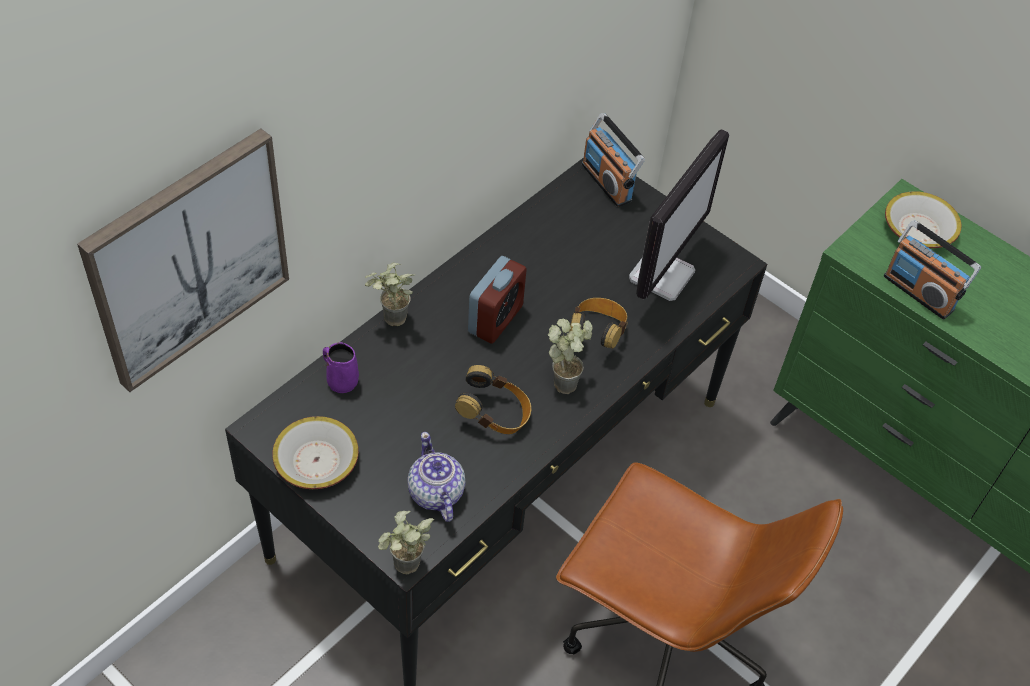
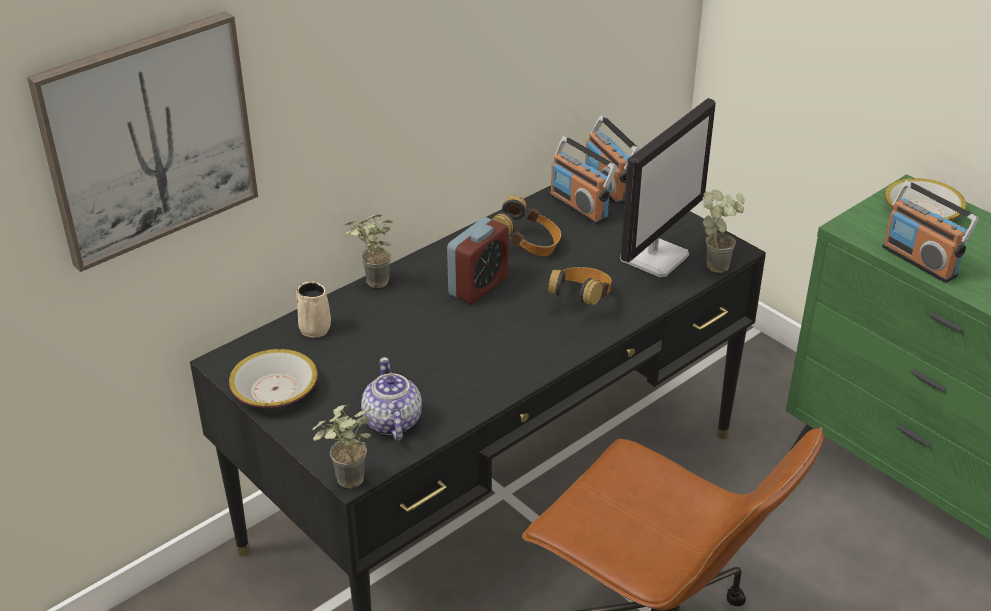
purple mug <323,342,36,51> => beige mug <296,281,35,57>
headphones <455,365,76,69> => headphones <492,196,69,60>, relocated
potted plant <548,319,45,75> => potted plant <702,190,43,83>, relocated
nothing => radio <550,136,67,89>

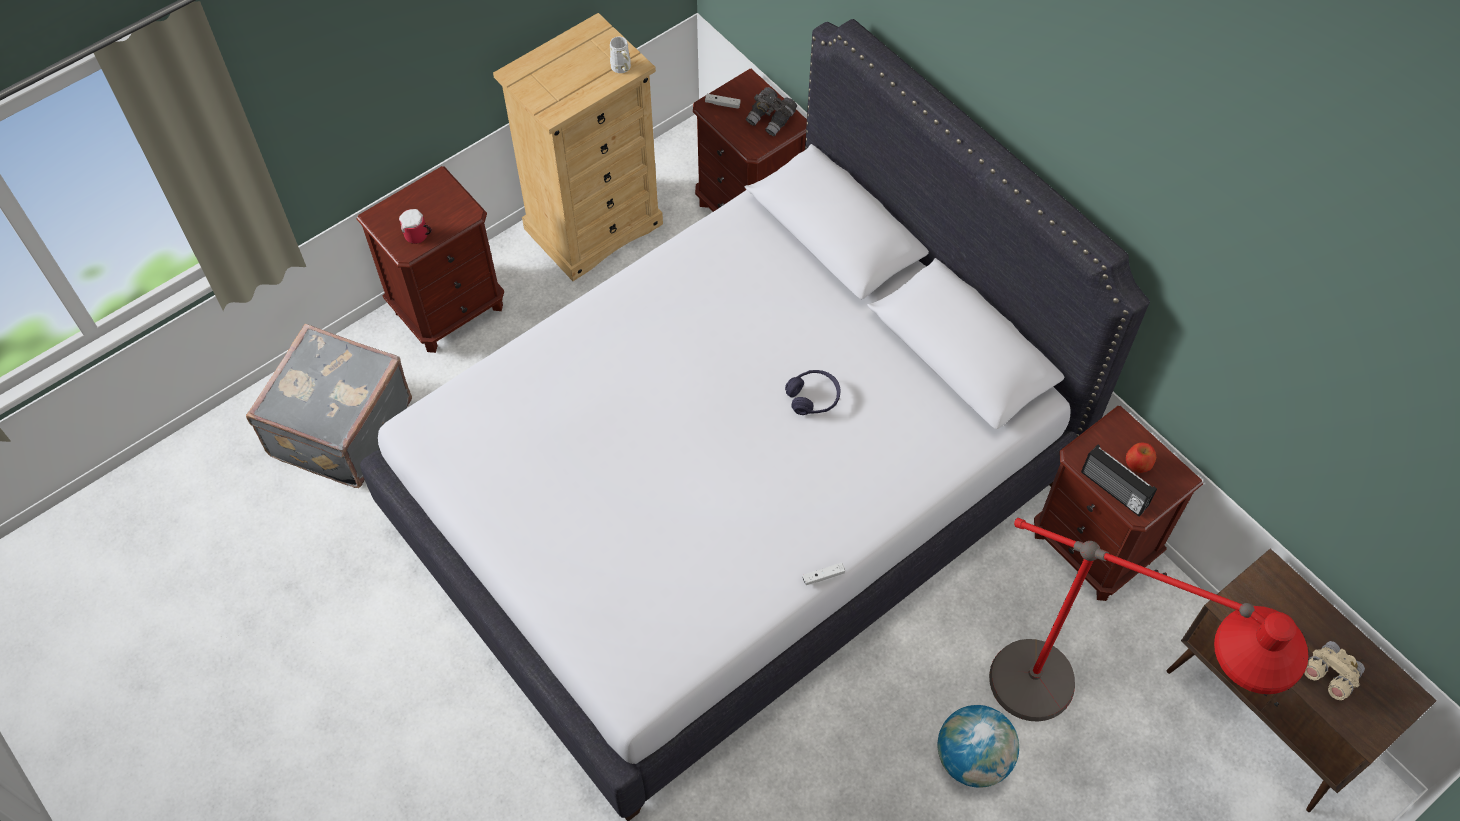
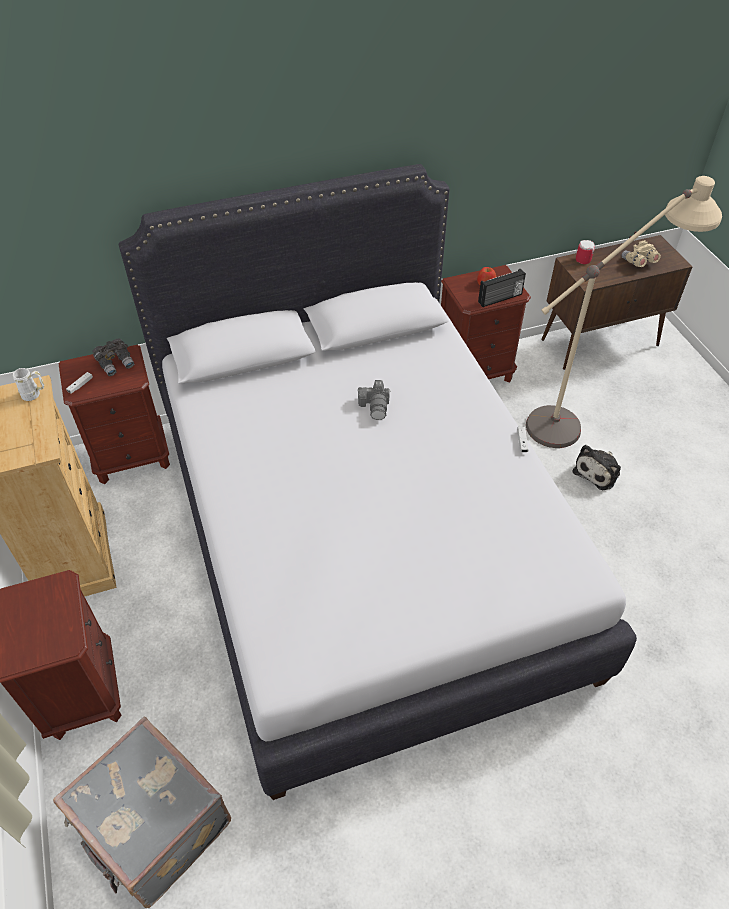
mug <399,209,33,35> => mug <576,240,19,24>, relocated
purple headphones <785,370,56,45> => photo camera <358,380,32,40>
globe <938,705,81,83> => plush toy <572,445,49,45>
red floor lamp <989,518,319,204> => beige floor lamp <526,176,196,272>

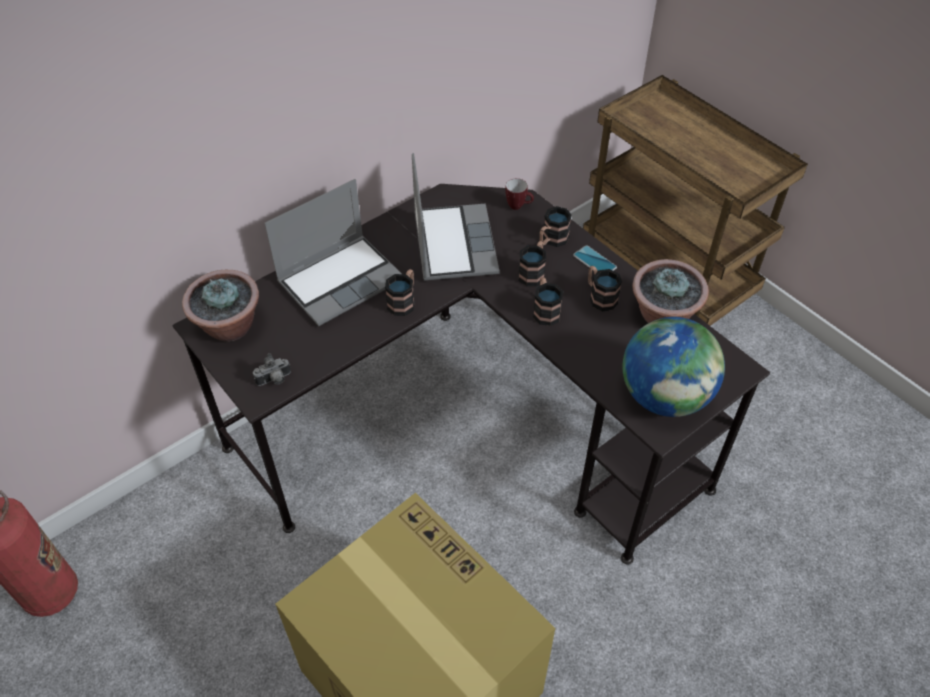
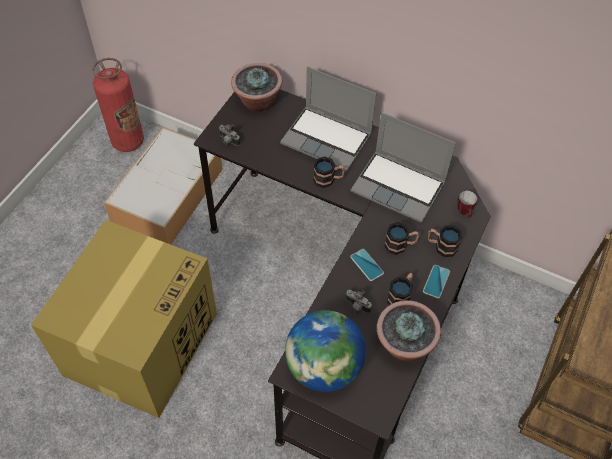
laptop <412,153,88,128> => laptop <351,112,105,111>, 60 degrees clockwise
mug <533,277,30,49> => phone <350,249,34,32>
nothing => storage box <104,127,119,118>
nothing => photo camera <346,290,26,23>

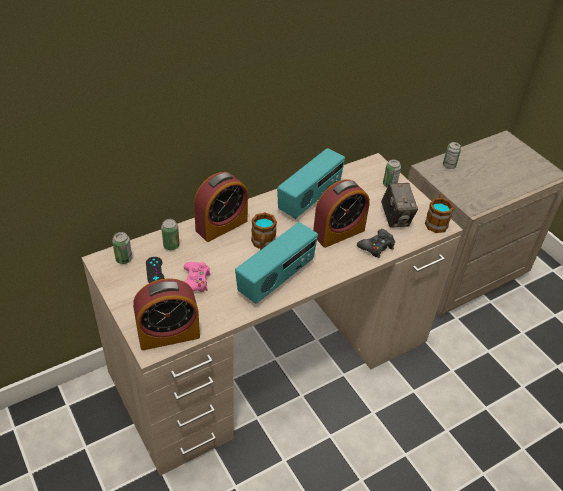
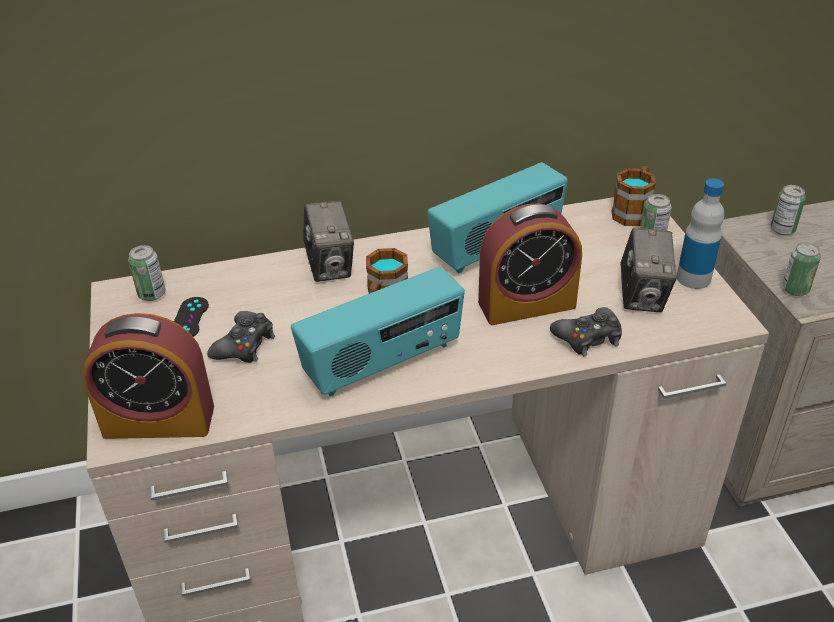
can <161,219,19,31> => can <782,242,39,54>, relocated
pink game controller <184,262,27,30> => black game controller <207,311,68,52>
alarm clock <194,172,54,70> => photo camera <303,201,51,81>
mug <425,194,29,39> => mug <612,166,44,60>, relocated
nothing => bottle <677,178,47,111>

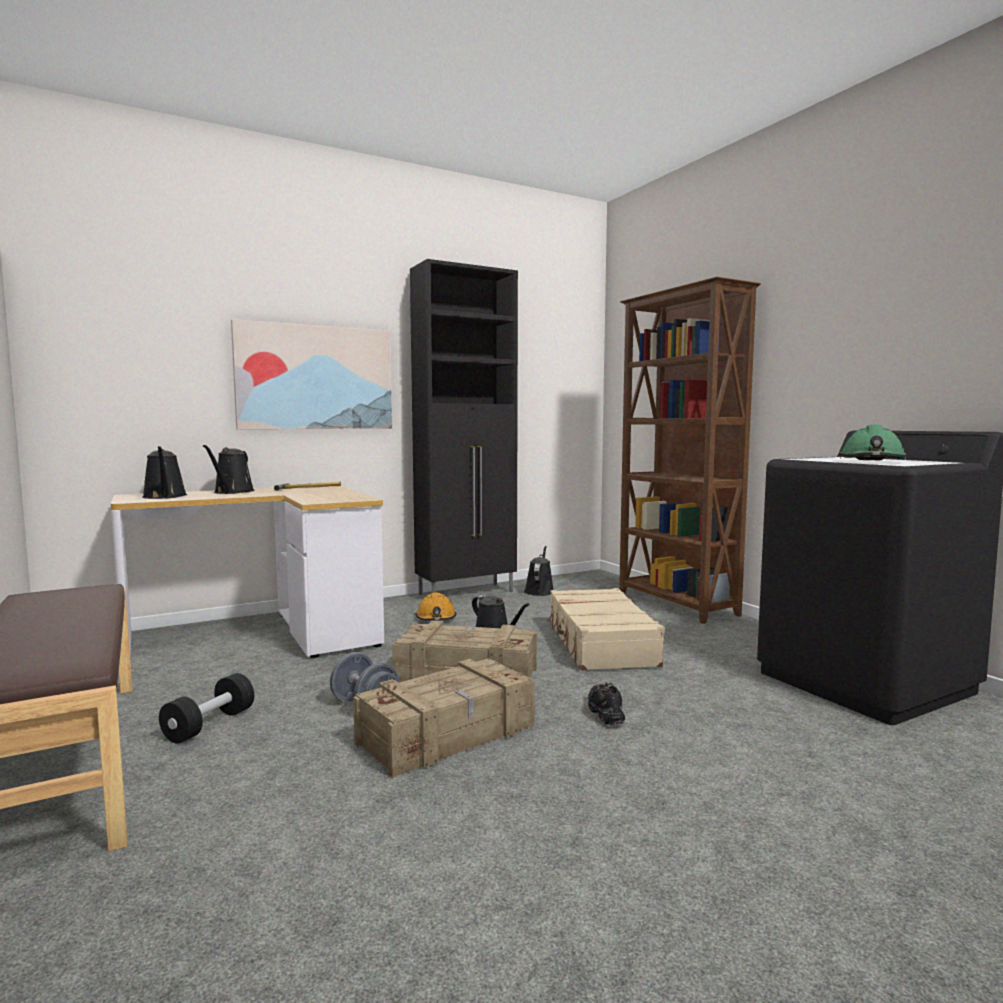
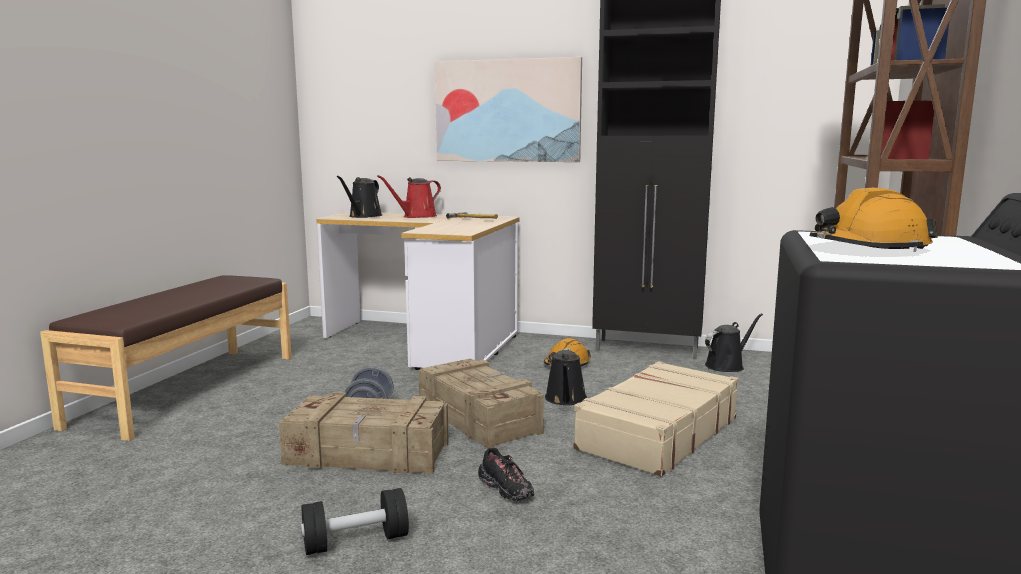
black dumbbell <159,673,95,71> => black dumbbell <301,488,108,67>, relocated
black watering can <203,445,52,49> => red watering can <377,175,64,43>
black shoe <588,683,37,42> => black shoe <478,448,56,53>, 105 degrees clockwise
green hard hat <839,425,68,36> => orange hard hat <809,188,129,64>

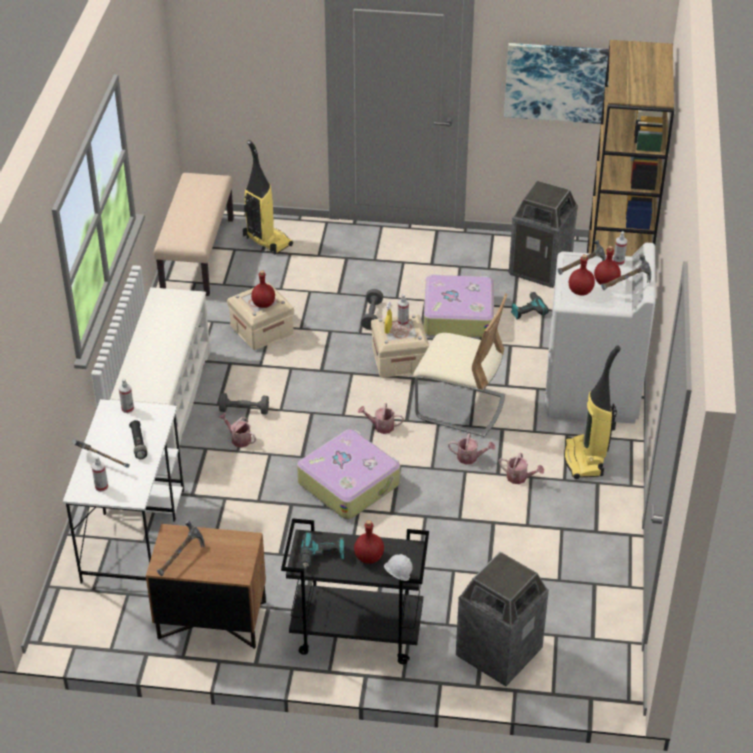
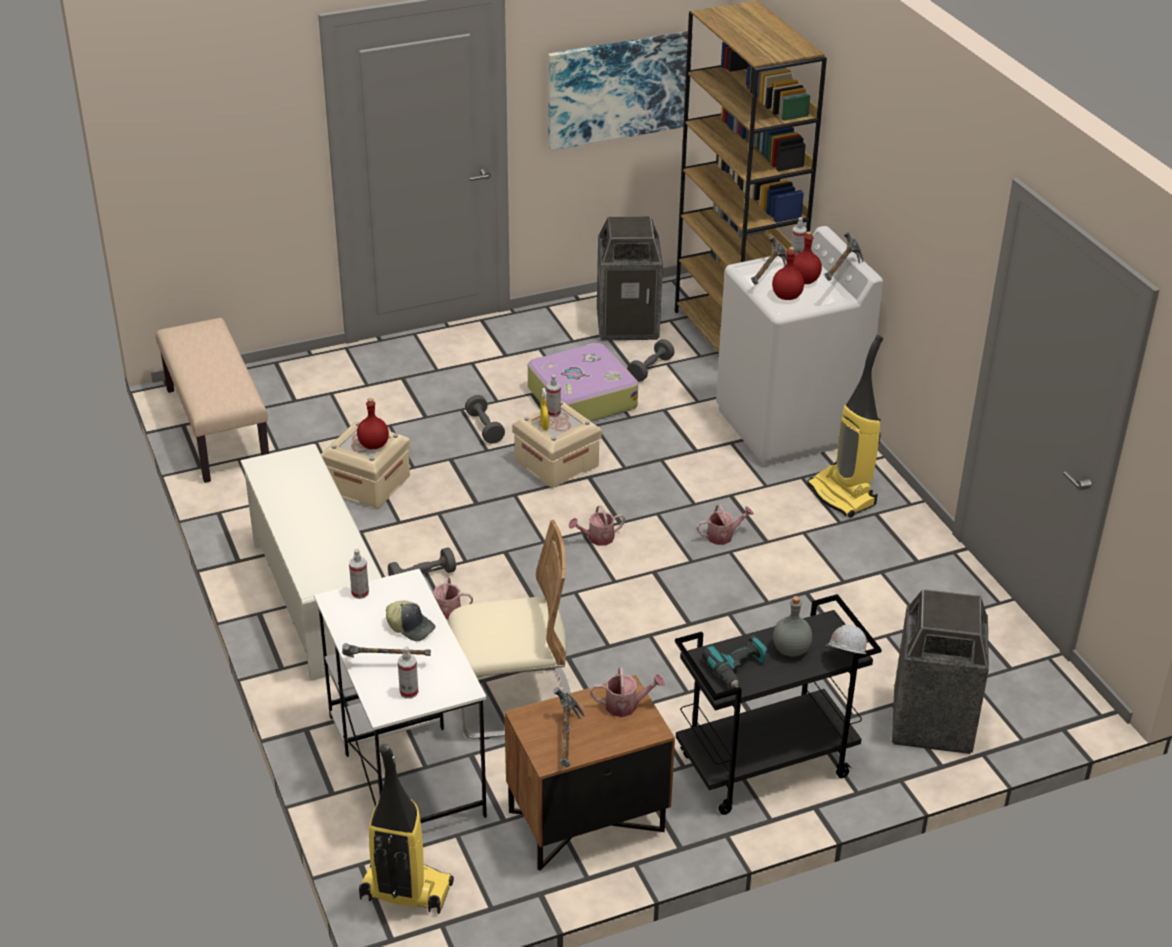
black flashlight <129,420,18,39> => cap <386,601,50,40>
vacuum cleaner <243,140,50,115> => vacuum cleaner <359,744,95,170>, relocated
suitcase <297,429,103,90> => nothing
red bottle <354,520,30,44> => grey bottle <773,596,39,60>
beige chair <413,293,94,144> => beige chair <449,520,121,220>, relocated
watering can <499,453,45,31> => watering can <590,667,75,50>, relocated
power drill <511,292,38,27> => grey dumbbell <627,339,47,43>

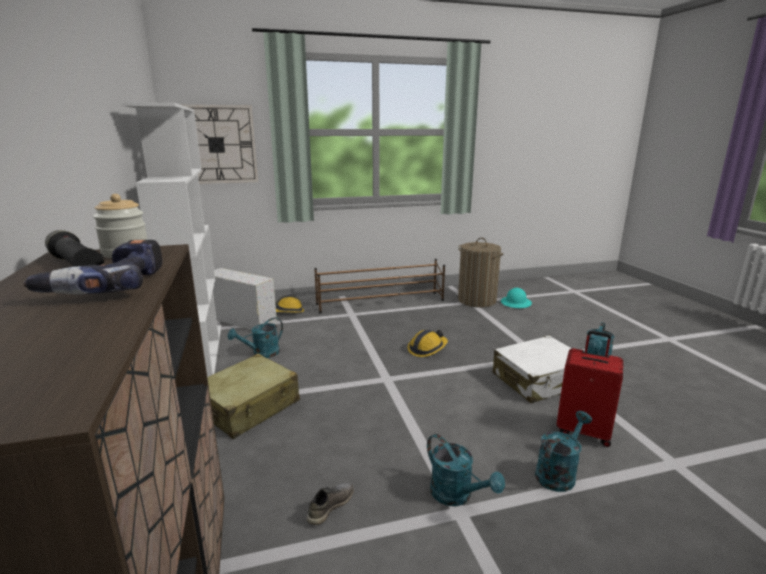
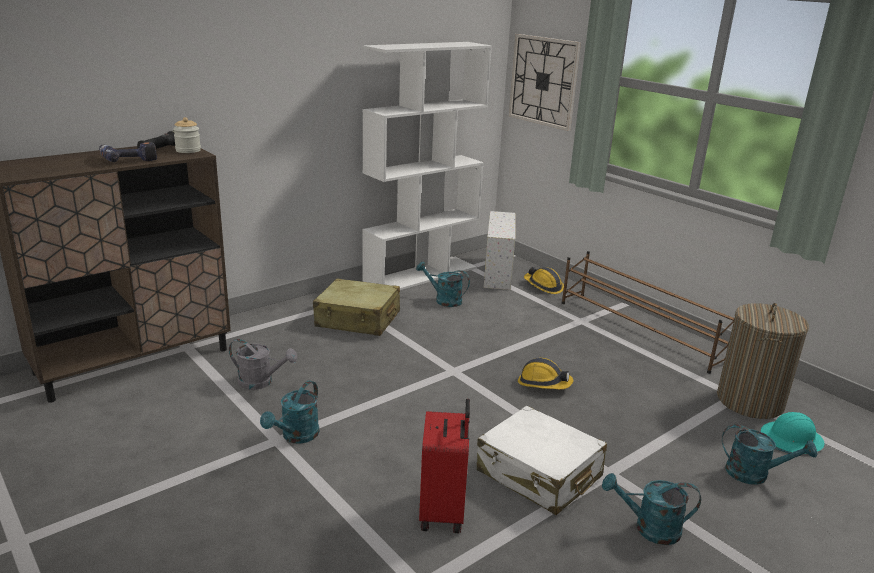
grey shoe <307,483,47,42> => grey watering can <229,339,69,51>
turquoise watering can <535,411,57,81> => turquoise watering can <722,424,96,61>, relocated

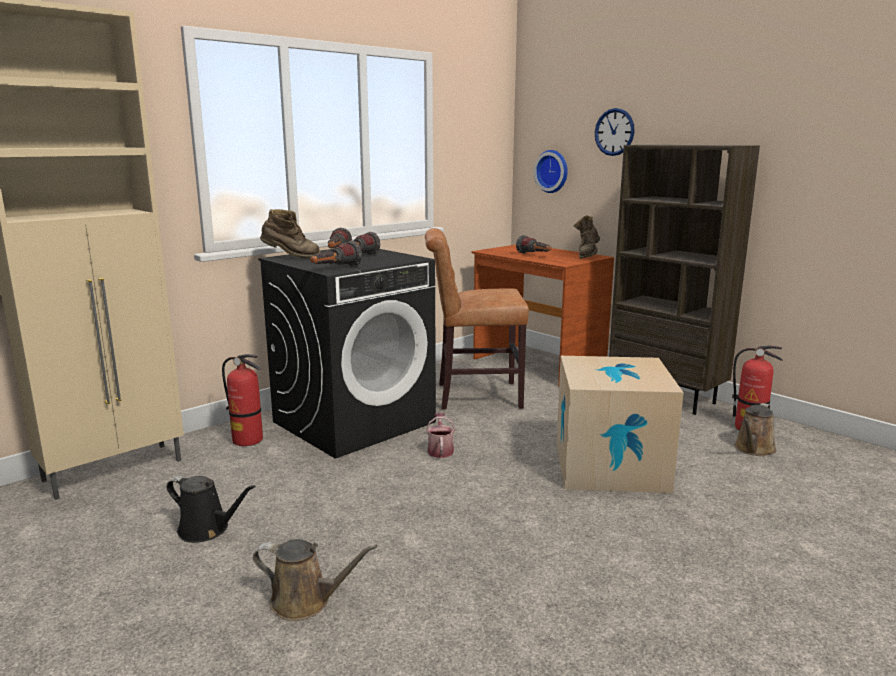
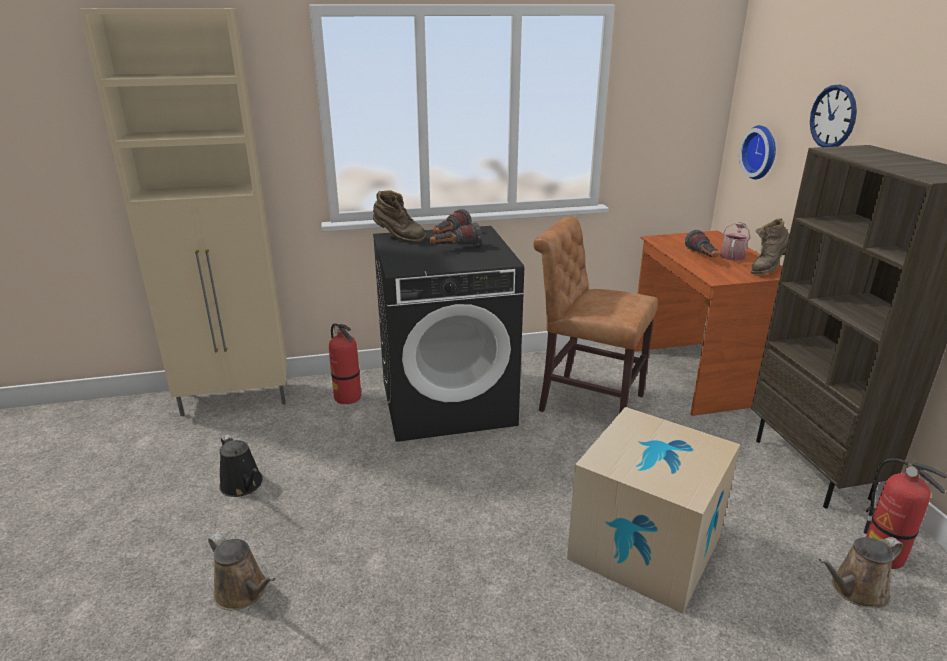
flashlight <310,241,52,25> => nothing
watering can <426,412,29,46> => watering can <720,222,30,39>, relocated

